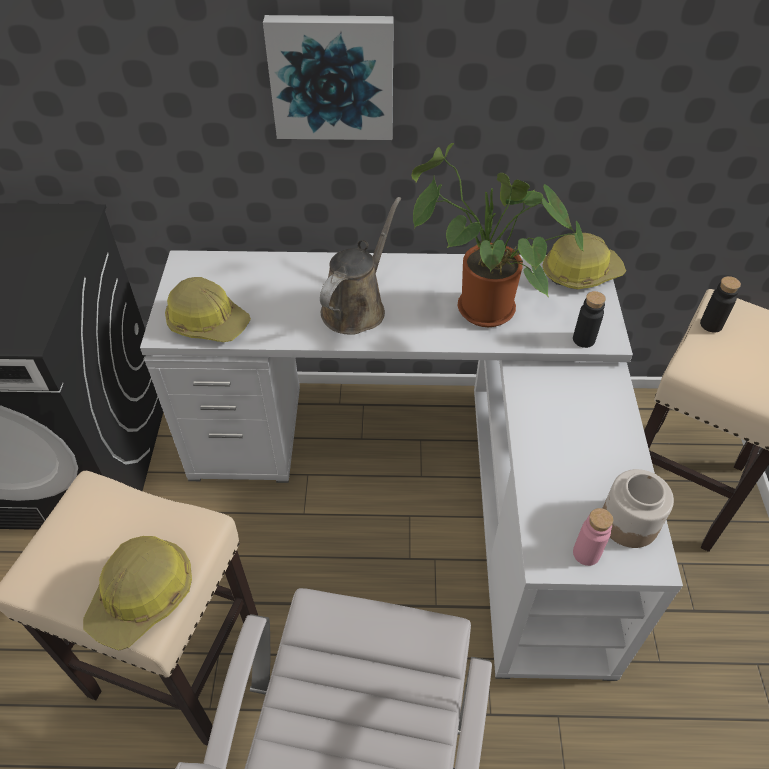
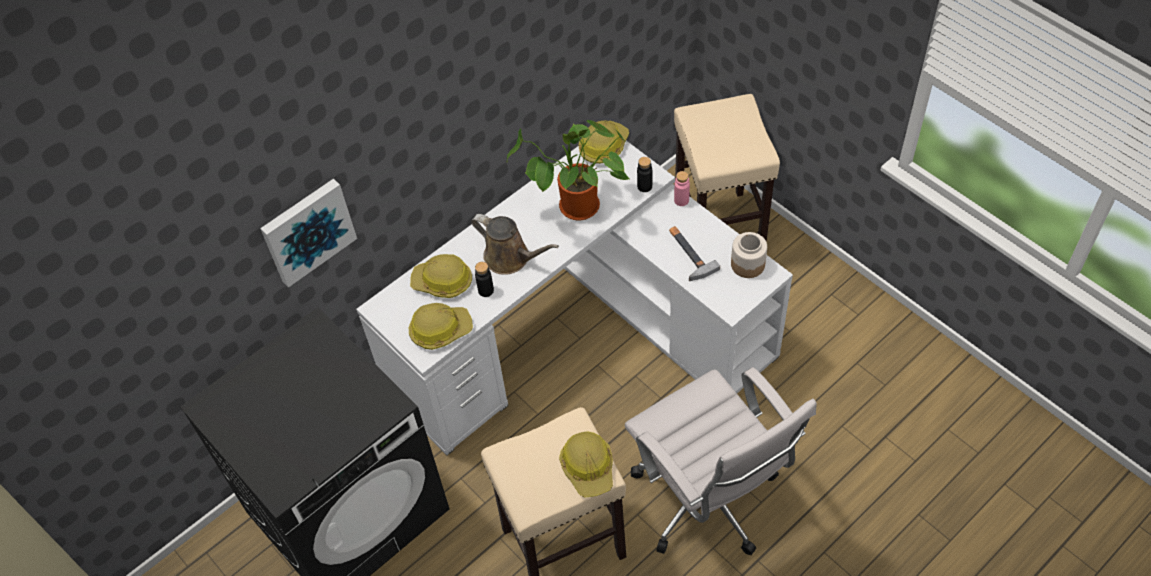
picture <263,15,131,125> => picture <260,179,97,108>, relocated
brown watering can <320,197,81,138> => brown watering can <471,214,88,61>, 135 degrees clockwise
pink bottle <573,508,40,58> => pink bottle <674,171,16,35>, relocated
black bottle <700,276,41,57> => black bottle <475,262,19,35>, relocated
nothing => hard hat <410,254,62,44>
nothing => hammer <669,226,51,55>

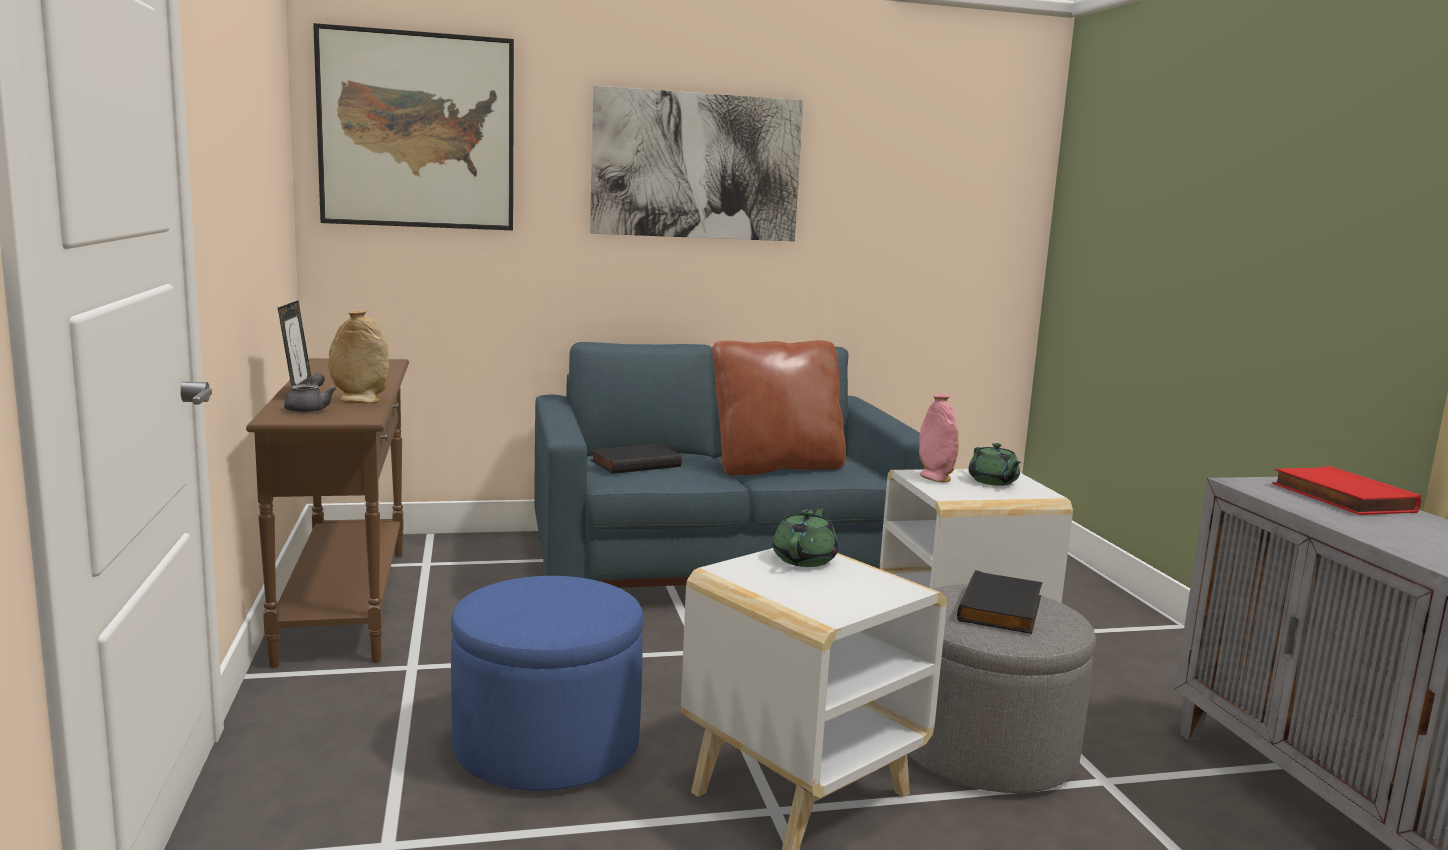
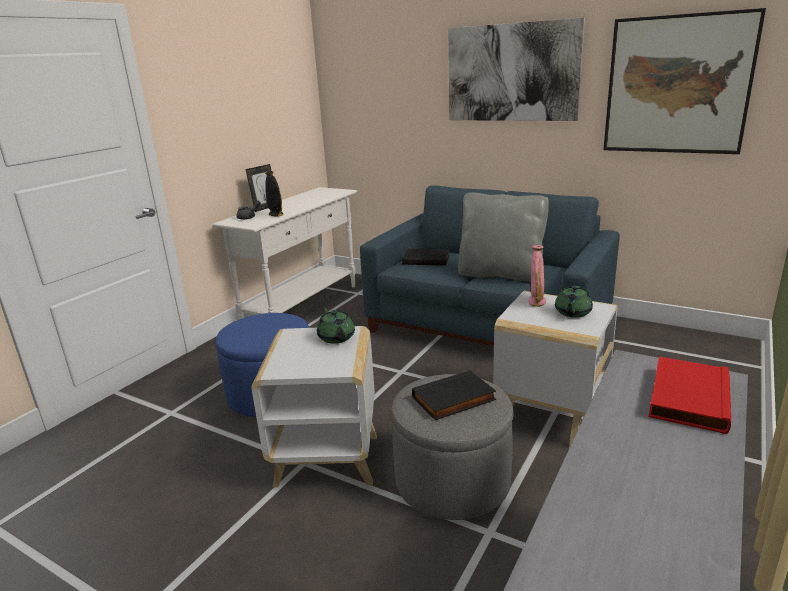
brown console table <246,358,163,310> => white console table <212,187,145,132>
picture <313,23,201,207> => picture <603,8,163,146>, relocated
beige vase <328,310,62,93> => black vase <265,171,18,46>
brown pillow <712,340,134,135> => grey pillow <458,192,91,90>
green teapot <772,506,66,61> => green teapot <317,306,38,38>, 90 degrees counterclockwise

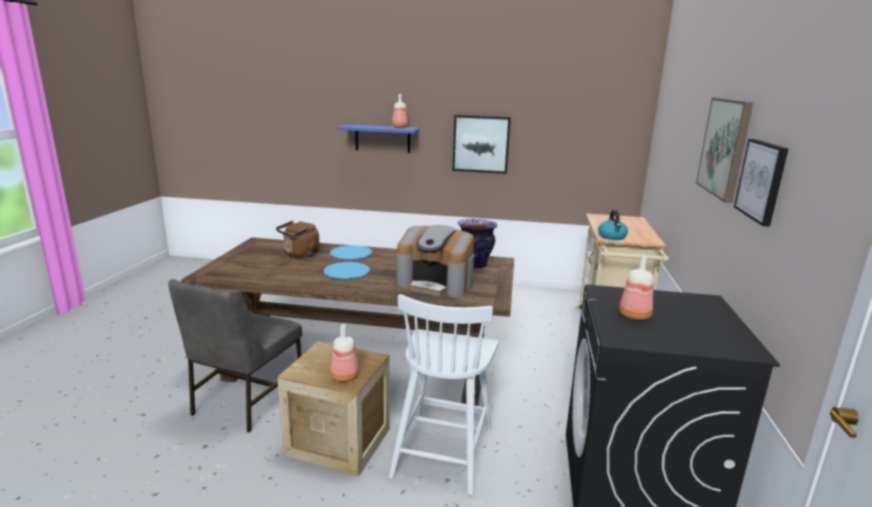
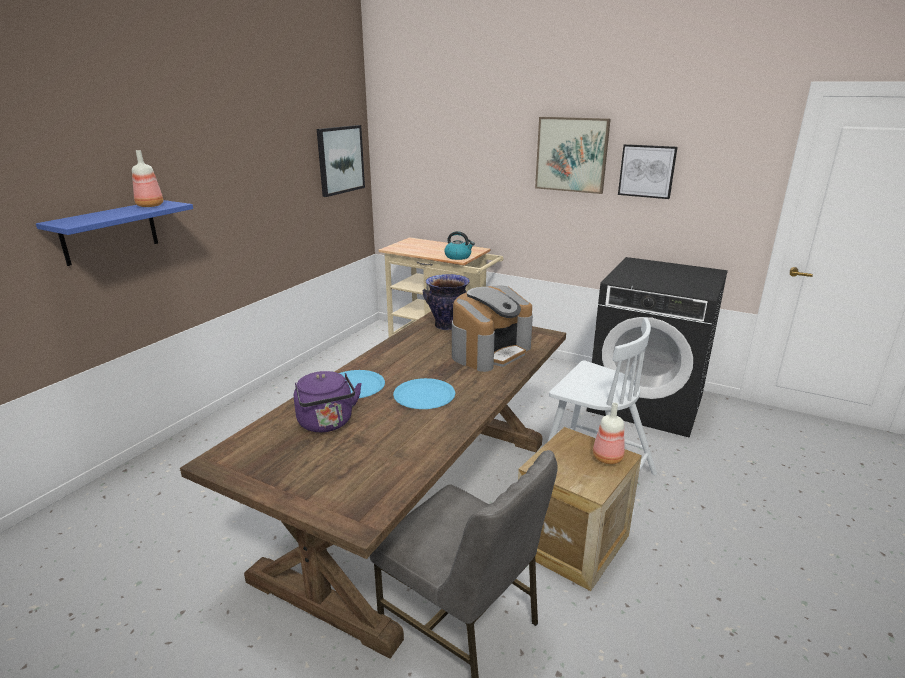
brown kettle <276,221,44,37> => purple kettle <294,371,68,61>
picture <452,115,59,59> => picture <317,125,48,72>, relocated
bottle <619,255,34,65> => nothing

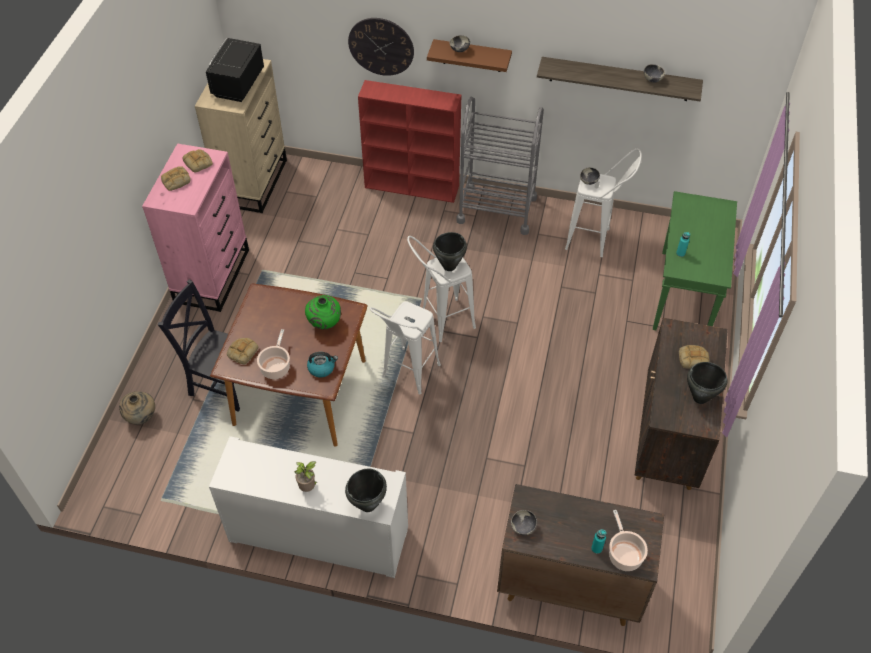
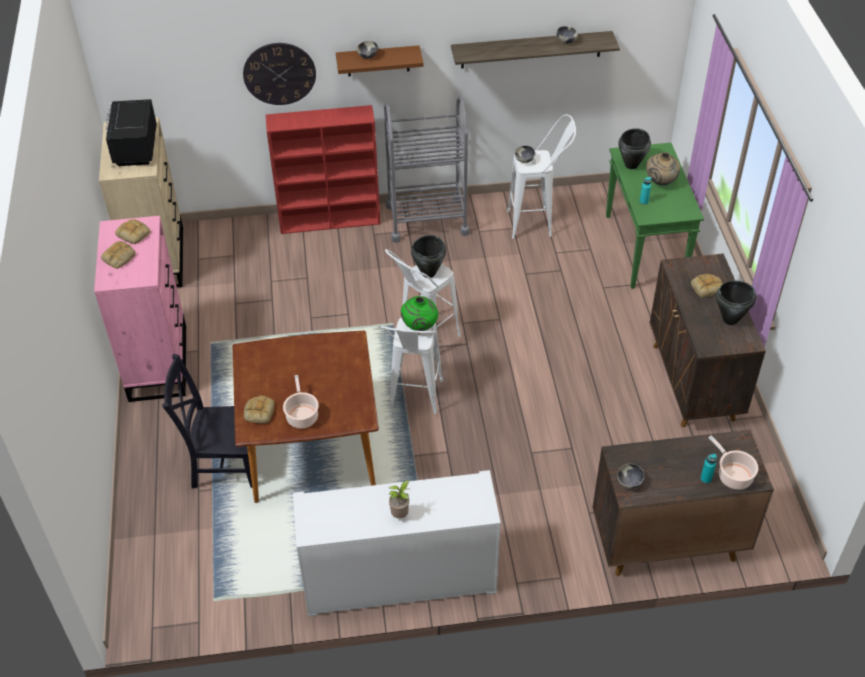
beige vase <119,391,36,34> => beige vase <646,152,34,34>, relocated
green vase <305,295,36,34> => green vase <401,296,37,35>, relocated
kettle <307,352,31,25> => nothing
black cooking pot <345,469,42,43> => black cooking pot <618,128,33,41>, relocated

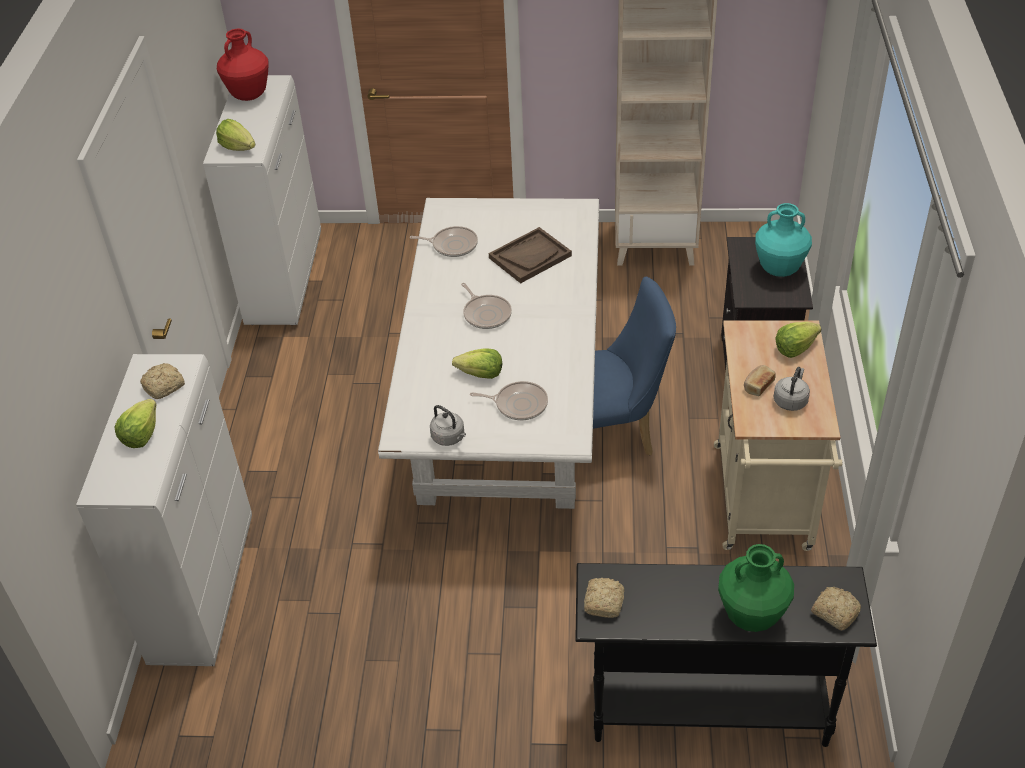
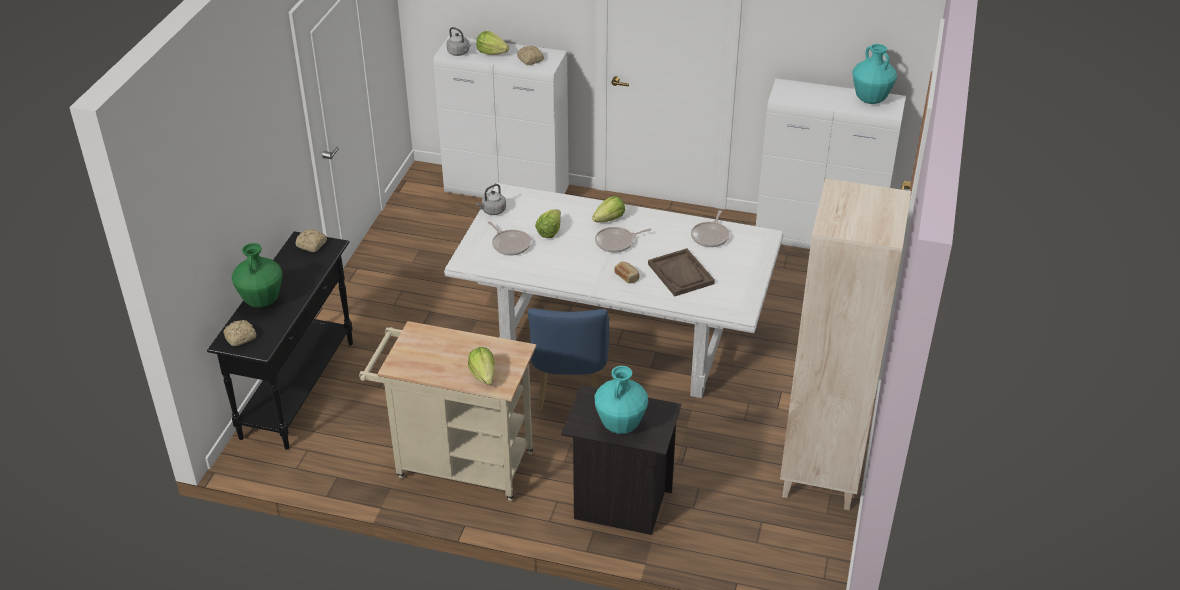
lettuce <216,119,40,32> => lettuce <592,196,33,26>, relocated
red vase <217,29,52,72> => turquoise vase <852,44,45,60>
frying pan <470,381,78,39> => frying pan <488,221,43,34>, 60 degrees counterclockwise
bread <744,365,32,31> => bread <614,261,26,23>, relocated
grey kettle <774,367,36,44> => grey kettle <447,27,24,29>, relocated

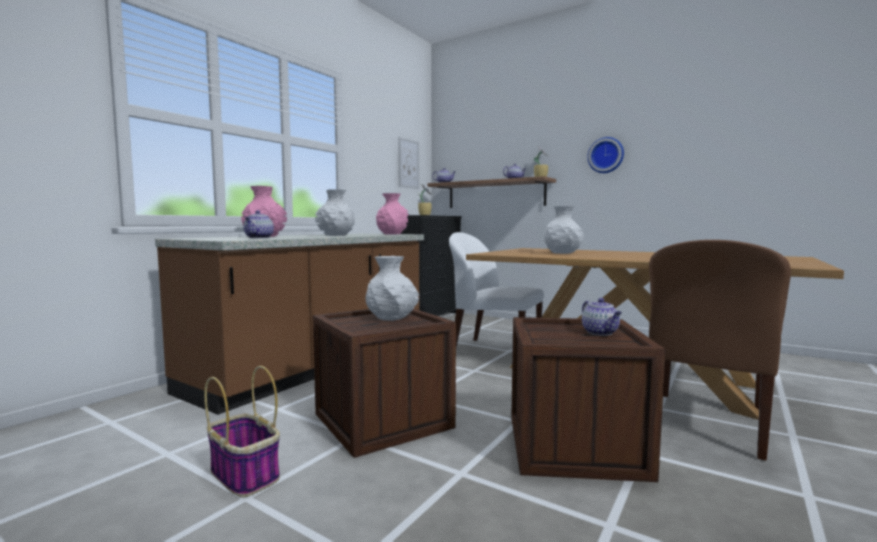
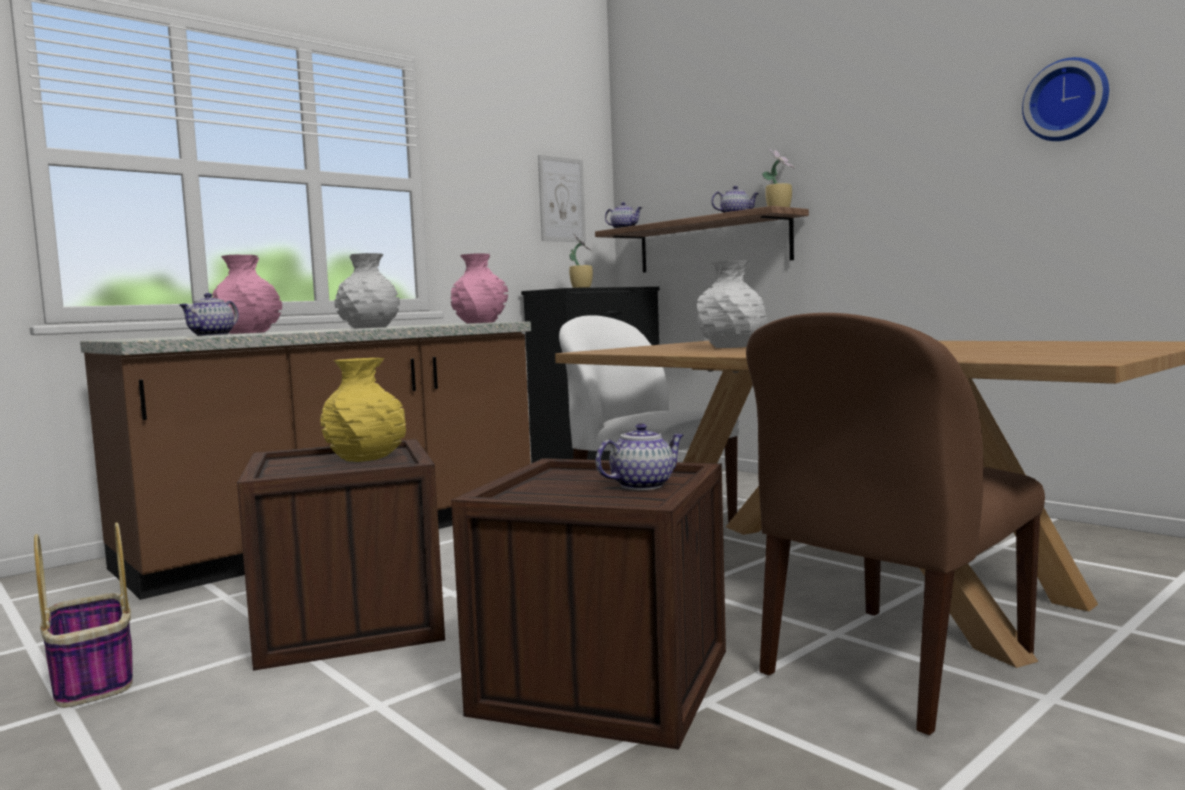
white vase <366,256,53,65> => yellow vase <320,358,86,104>
teapot <582,298,40,38> => teapot <596,423,88,67>, 120 degrees counterclockwise
wall clock <587,137,37,36> => wall clock <1022,57,87,84>, relocated

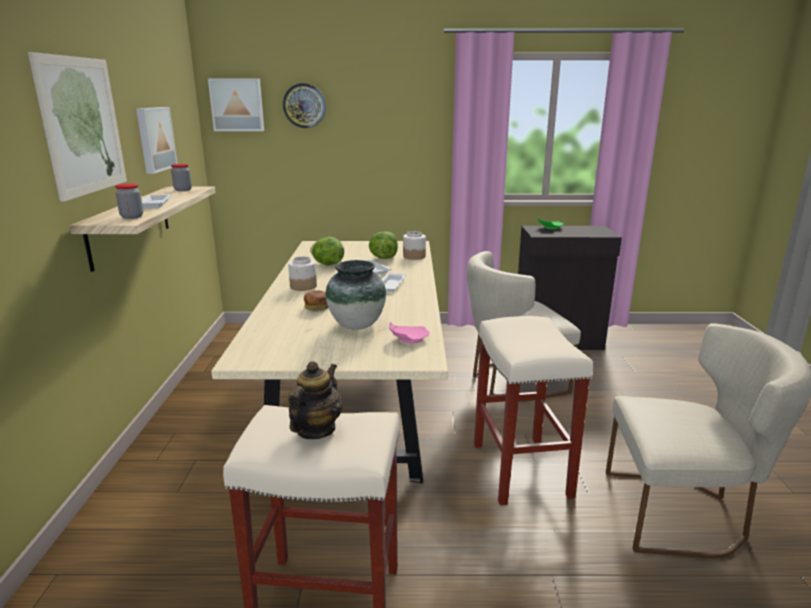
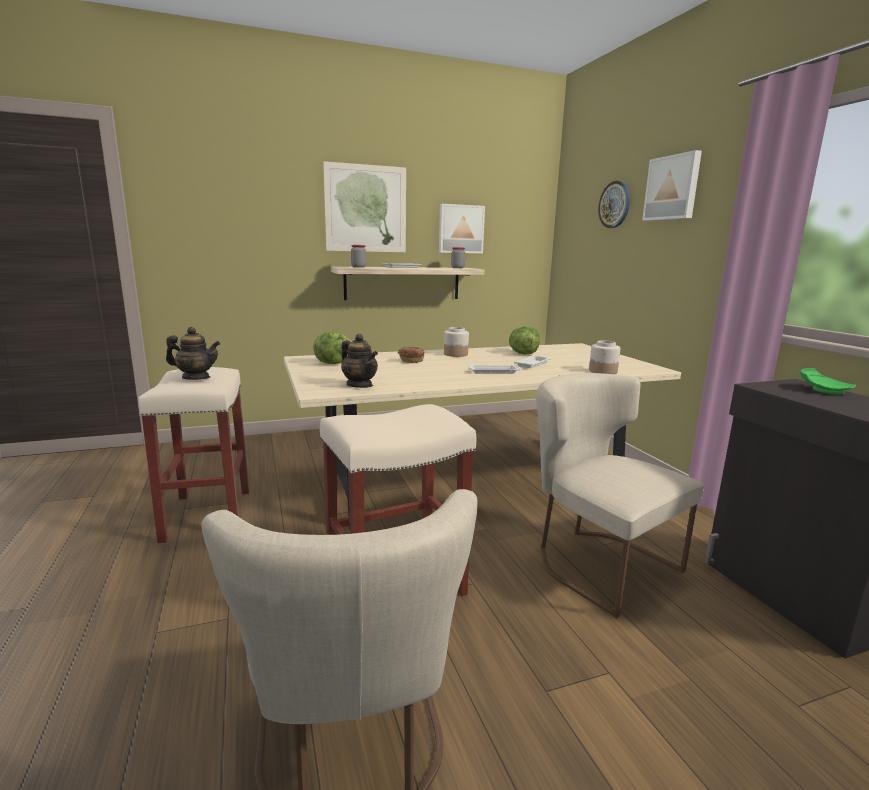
picture <208,79,56,52> => picture <642,150,60,71>, relocated
vase <325,260,61,70> => nothing
lettuce <369,231,29,28> => lettuce <314,332,38,32>, relocated
pink plate <389,322,41,21> => teapot <341,334,37,54>

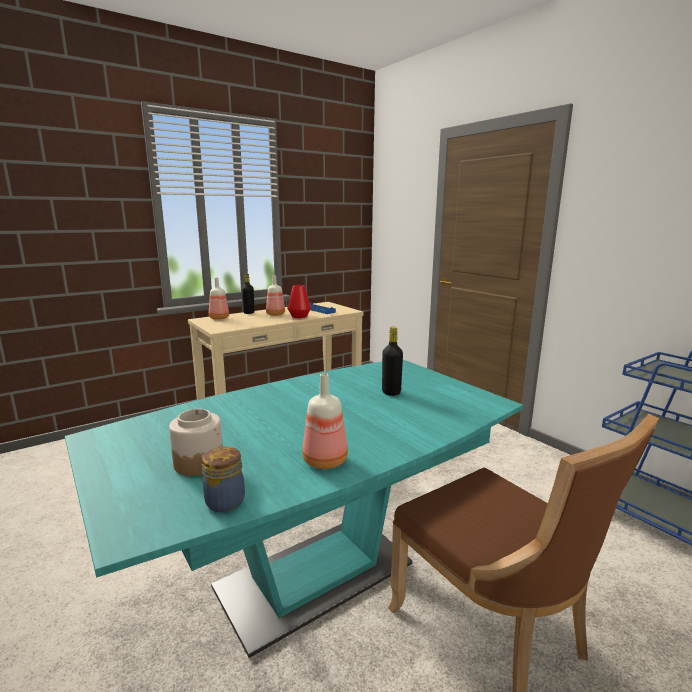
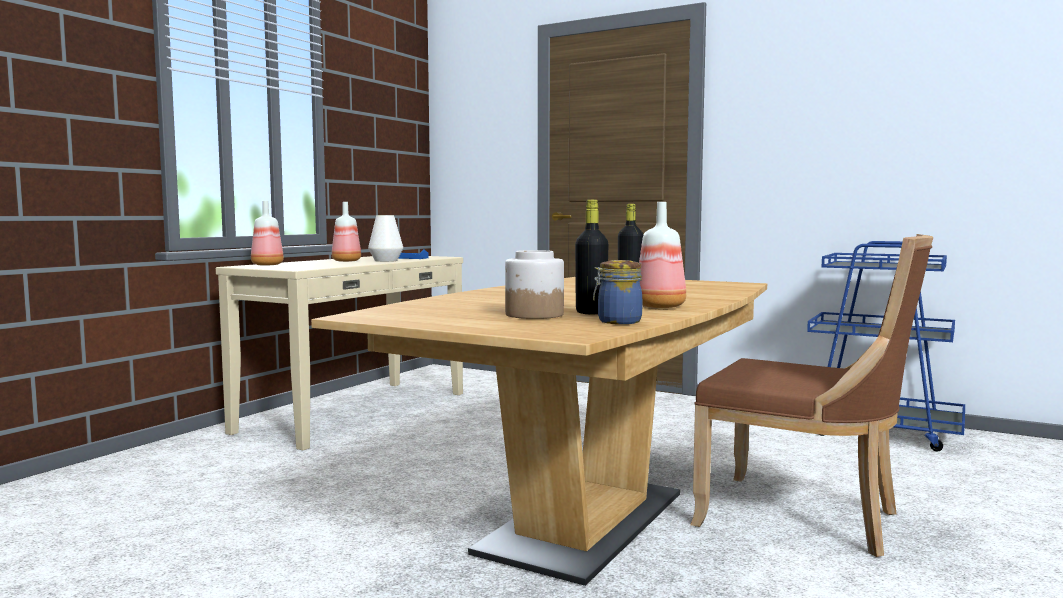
turquoise dining table <65,359,458,299> => brown dining table <311,277,456,309>
black bottle <242,274,13,40> => black bottle <575,200,33,114>, relocated
red vase <287,285,24,33> => white vase <368,215,35,47>

